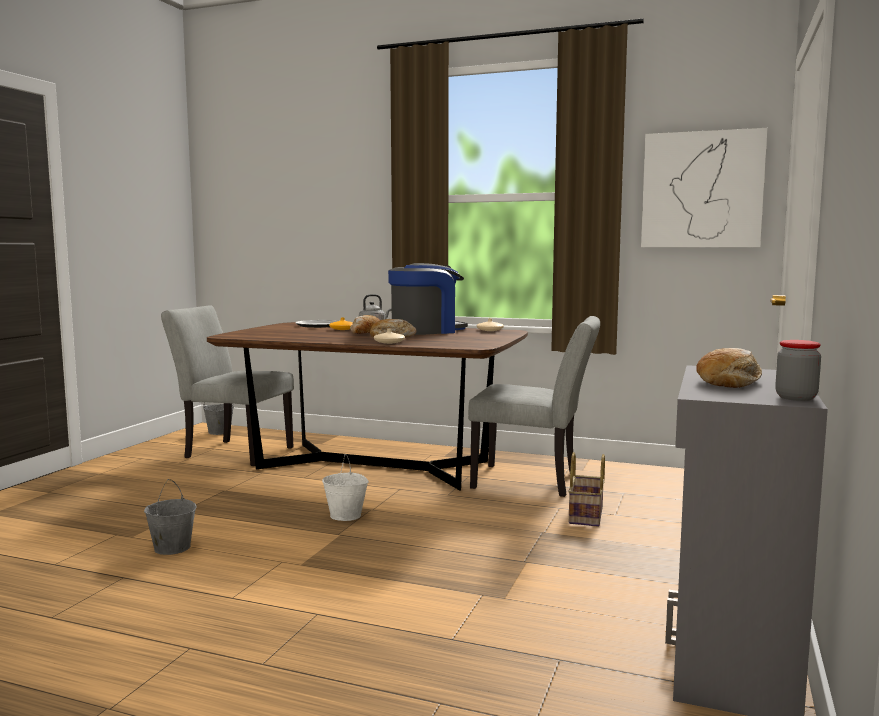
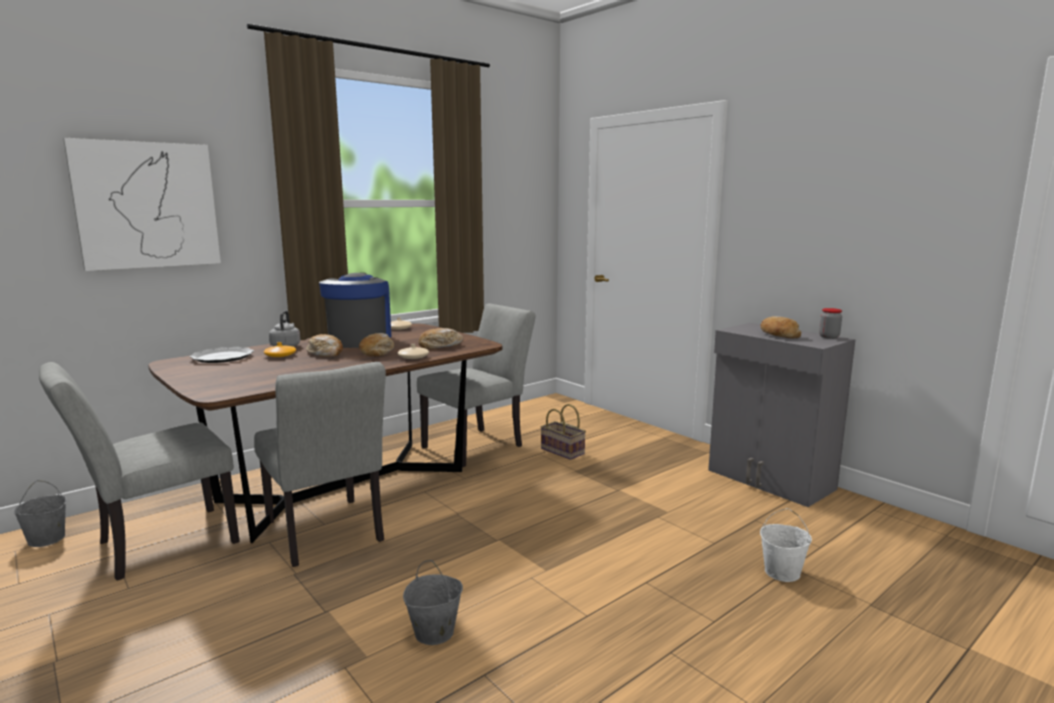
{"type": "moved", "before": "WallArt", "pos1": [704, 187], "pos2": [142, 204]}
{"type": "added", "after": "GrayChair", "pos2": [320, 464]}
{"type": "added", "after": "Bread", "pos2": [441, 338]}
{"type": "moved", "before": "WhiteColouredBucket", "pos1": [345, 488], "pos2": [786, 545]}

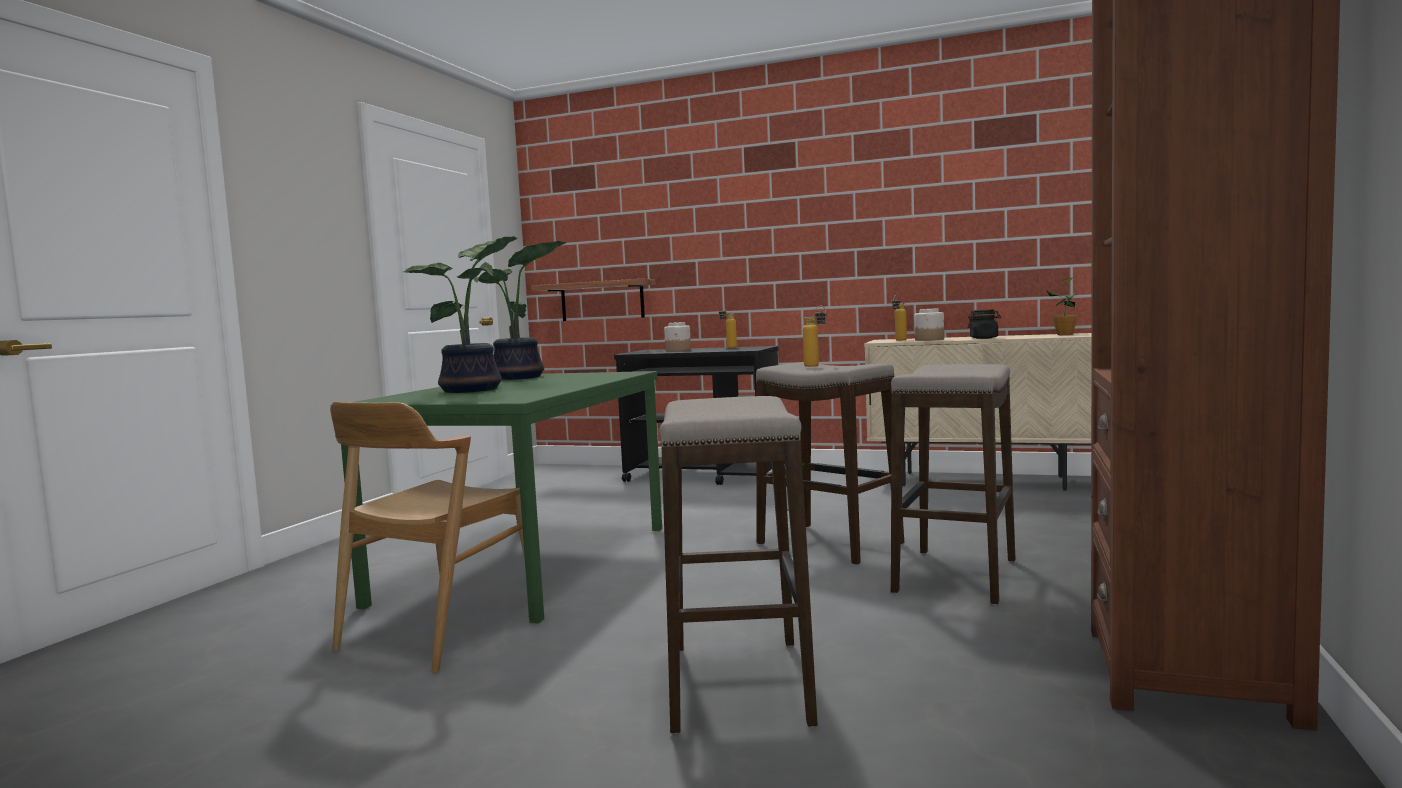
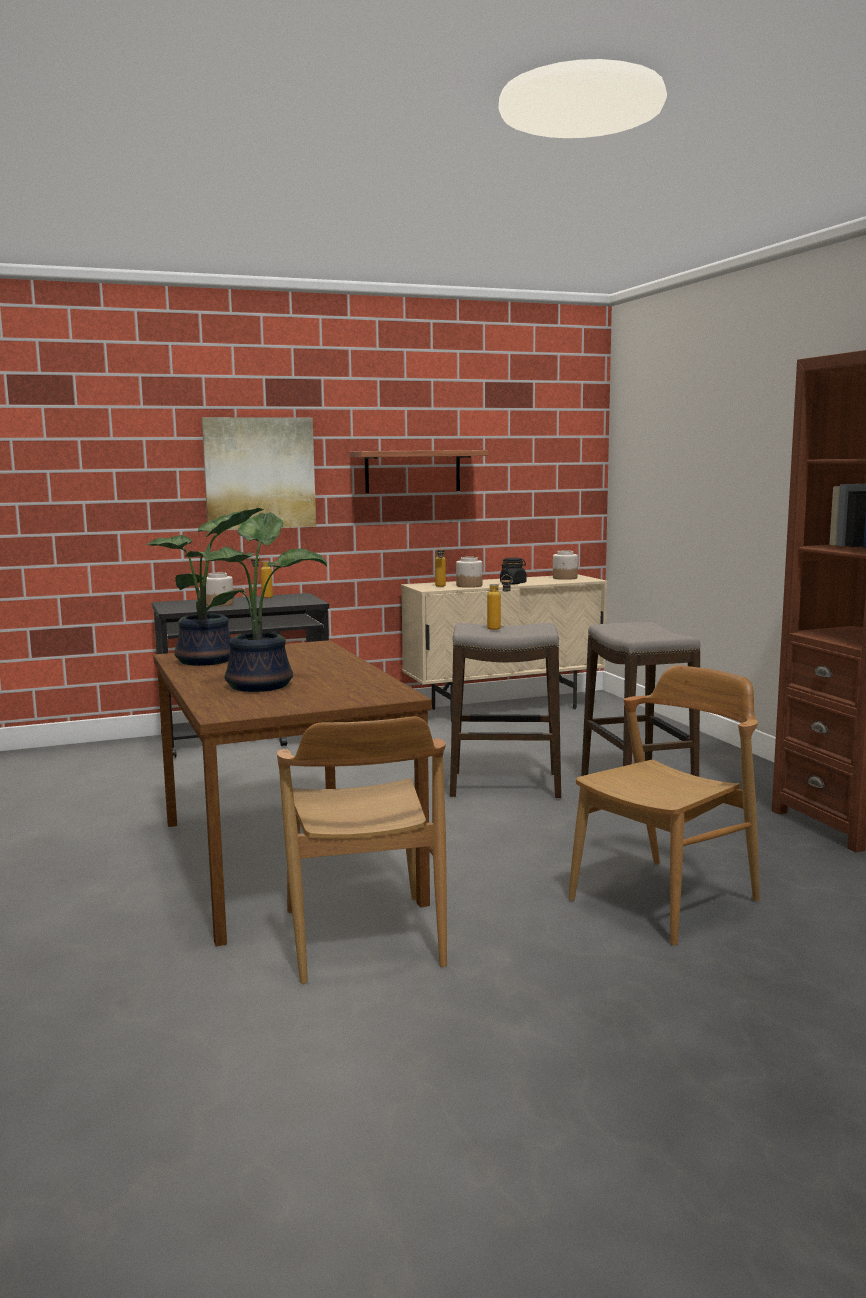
{"type": "recoloured", "before": "GreenKitchenTable", "after": "BrownColouredKitchenTable", "pos1": [501, 497], "pos2": [292, 793]}
{"type": "added", "after": "WallArt", "pos2": [259, 473]}
{"type": "moved", "before": "BracketShelf", "pos1": [593, 300], "pos2": [419, 471]}
{"type": "replaced", "before": "PlantInAPot", "after": "StorageJar", "pos1": [1062, 306], "pos2": [565, 565]}
{"type": "replaced", "before": "SittingStool", "after": "BrownColouredChair", "pos1": [738, 565], "pos2": [664, 805]}

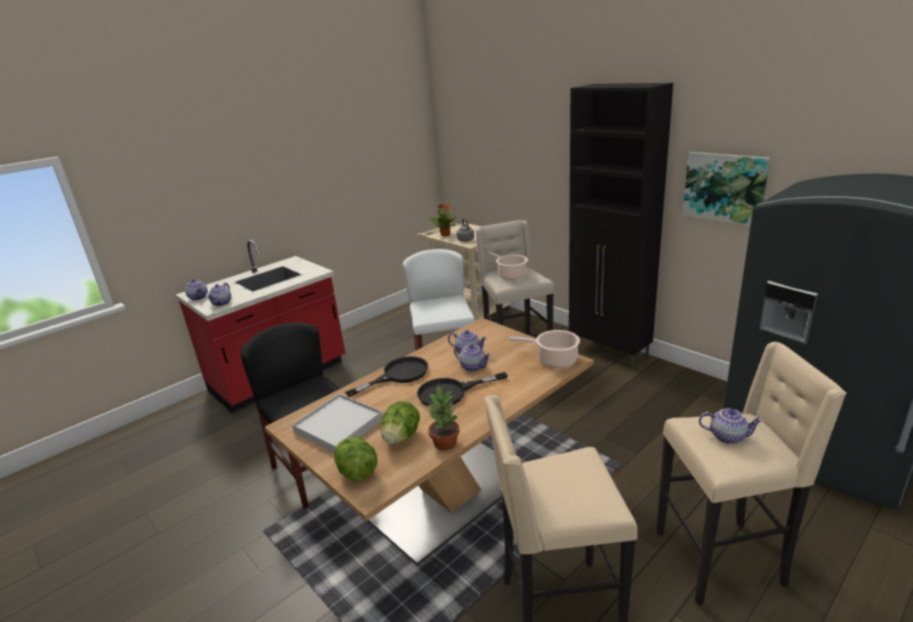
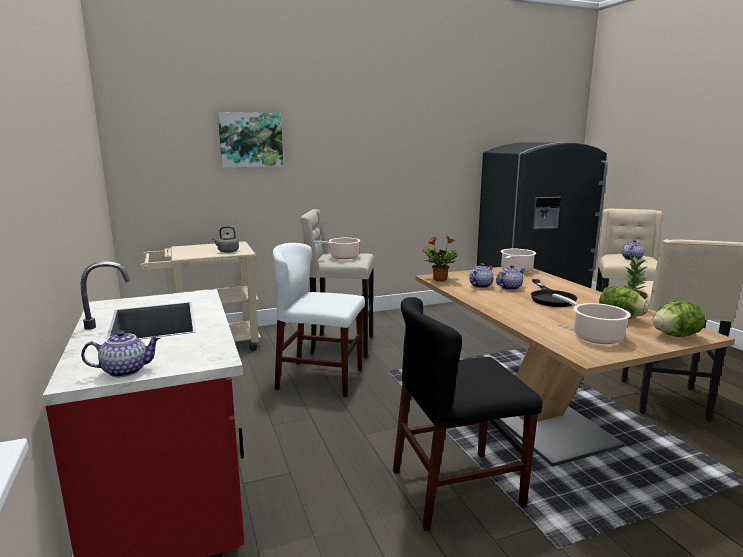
{"type": "moved", "before": "WallArt", "pos1": [726, 189], "pos2": [250, 140]}
{"type": "moved", "before": "PlantInAPot", "pos1": [443, 220], "pos2": [441, 258]}
{"type": "replaced", "before": "WhiteColouredTray", "after": "CookingPot", "pos1": [337, 423], "pos2": [591, 319]}
{"type": "removed", "before": "Teapot", "pos1": [219, 294]}
{"type": "removed", "before": "BlackPan", "pos1": [386, 376]}
{"type": "removed", "before": "BlackCabinet", "pos1": [621, 226]}

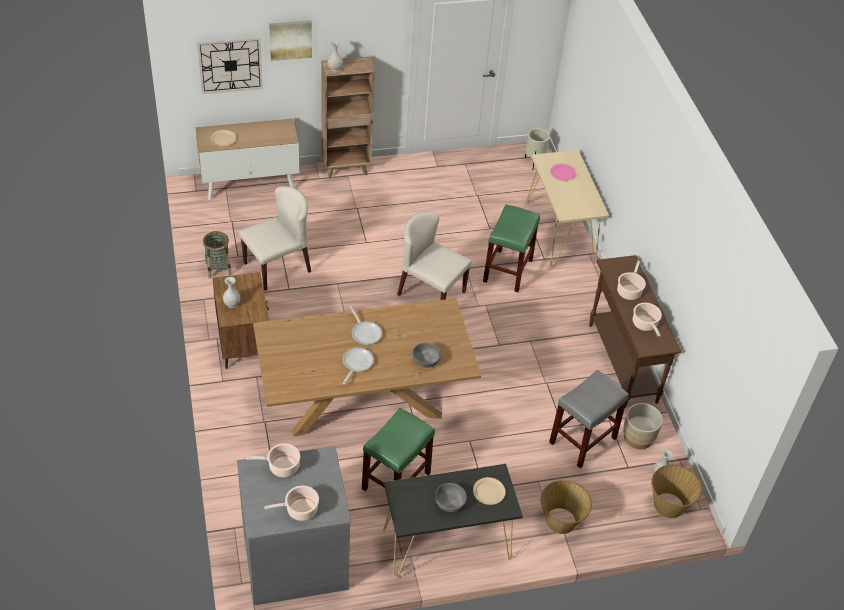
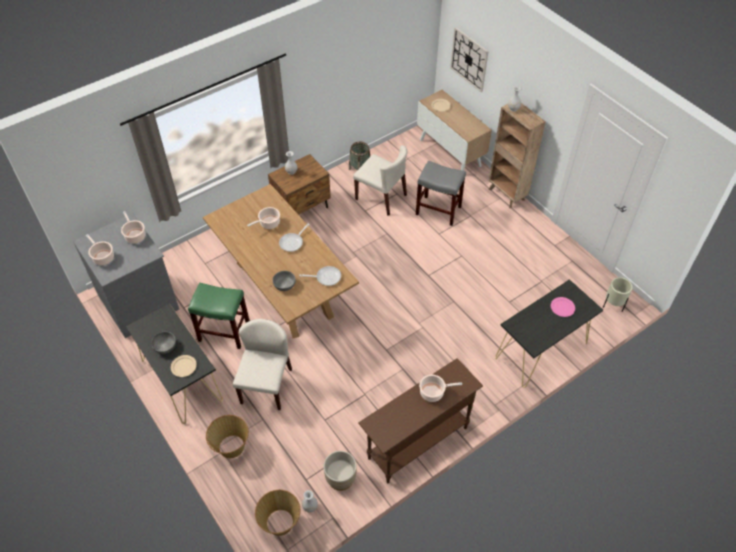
{"type": "moved", "before": "BeigeColouredChair", "pos1": [434, 255], "pos2": [262, 364]}
{"type": "moved", "before": "CookingPot", "pos1": [647, 319], "pos2": [263, 218]}
{"type": "moved", "before": "Pan", "pos1": [358, 366], "pos2": [320, 276]}
{"type": "moved", "before": "GraySittingStool", "pos1": [589, 419], "pos2": [441, 193]}
{"type": "recoloured", "before": "BeigeColouredConsoleTable", "after": "BlackConsoleTable", "pos1": [567, 209], "pos2": [549, 333]}
{"type": "removed", "before": "WallArt", "pos1": [290, 40]}
{"type": "removed", "before": "GreenSittingStool", "pos1": [511, 248]}

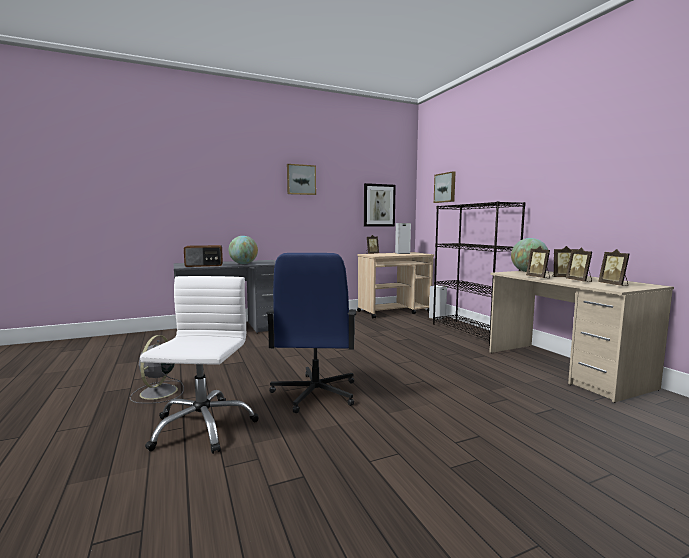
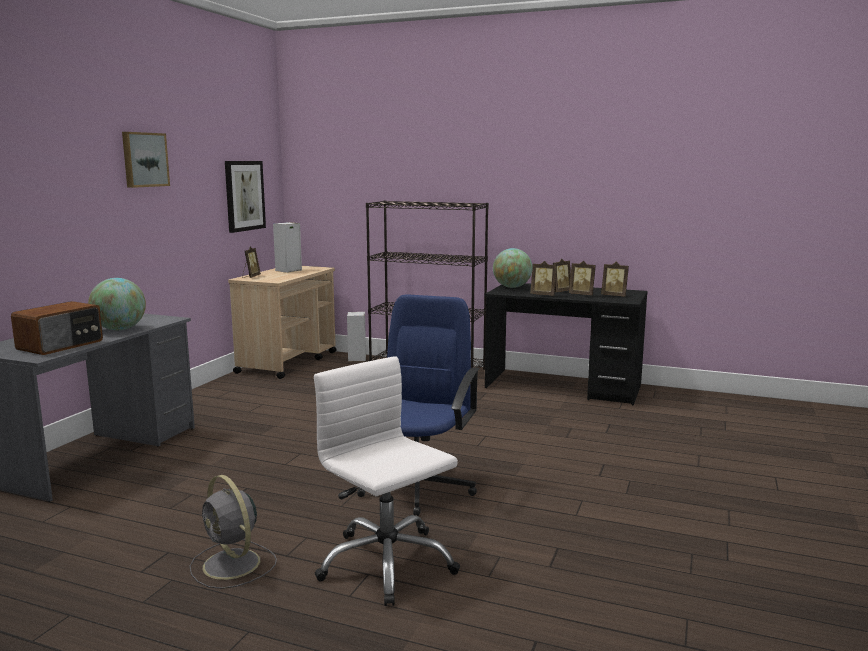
{"type": "turned", "before": "BluishComputerChair", "pos1": [311, 333], "pos2": [418, 405], "turn": -120}
{"type": "recoloured", "before": "BeigeColouredDeskUnit", "after": "BlackDeskUnit", "pos1": [581, 337], "pos2": [566, 344]}
{"type": "removed", "before": "WallArt", "pos1": [444, 187]}

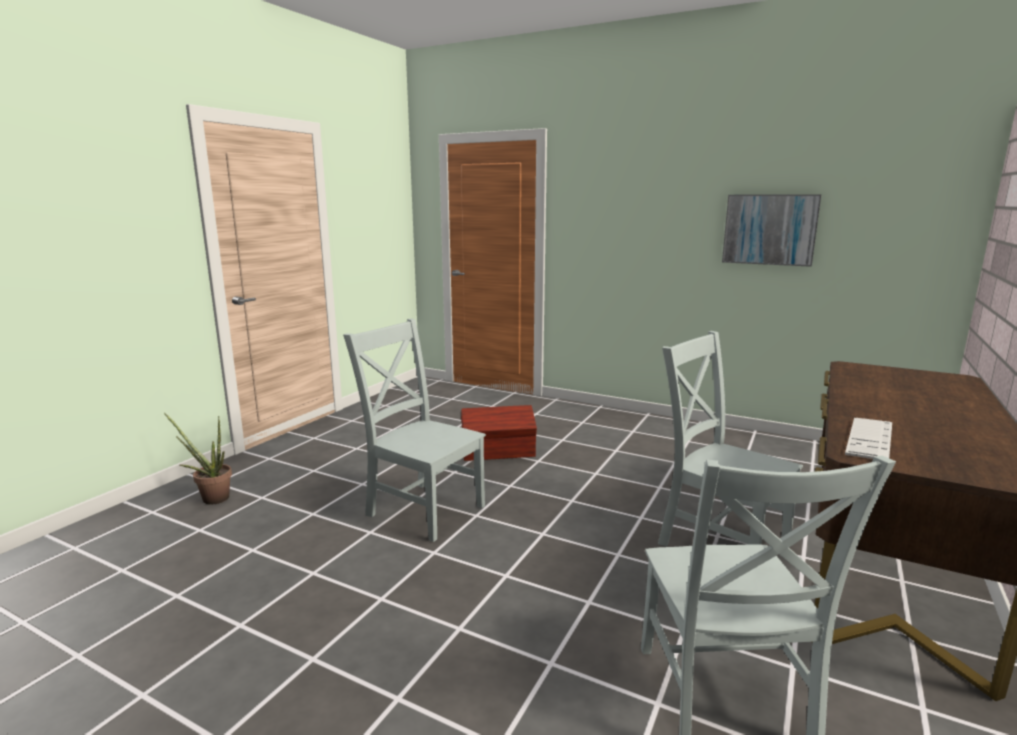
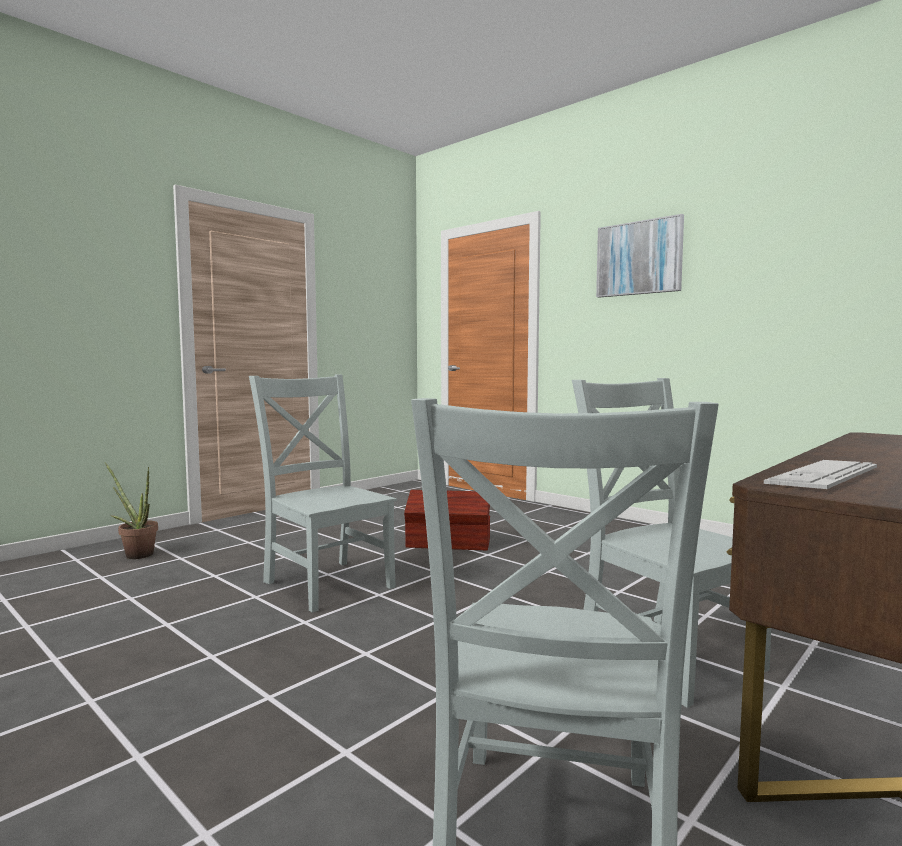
{"type": "moved", "before": "WallArt", "pos1": [772, 230], "pos2": [640, 256]}

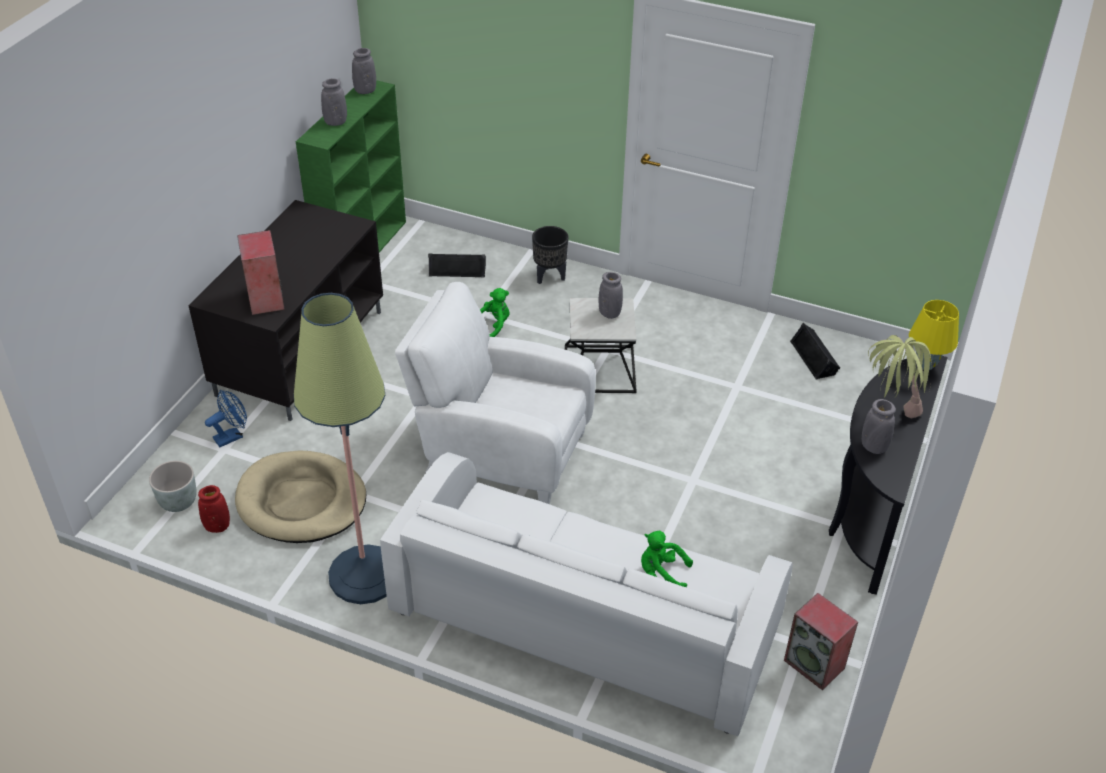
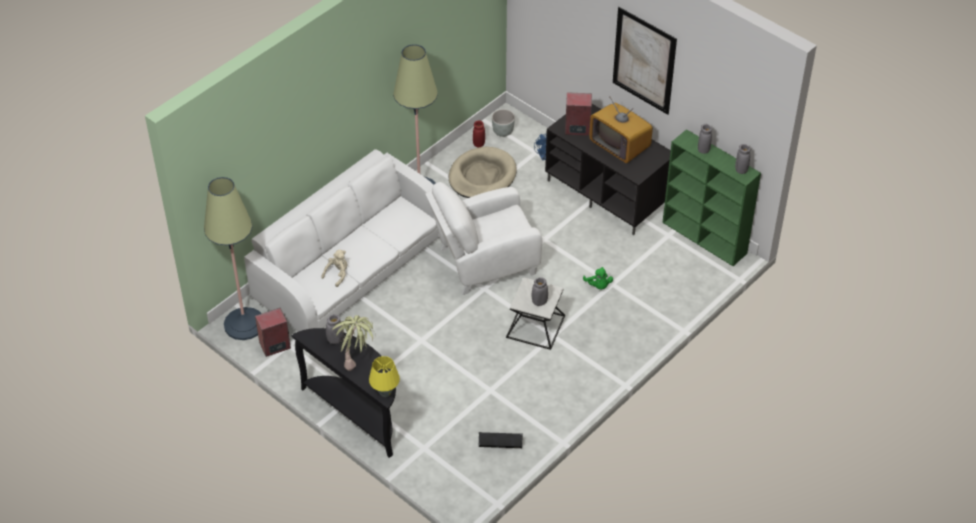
{"type": "added", "after": "StandingLamp", "pos2": [233, 258]}
{"type": "recoloured", "before": "GreenPlushToy", "after": "BeigeColouredPlushToy", "pos1": [667, 559], "pos2": [334, 268]}
{"type": "turned", "before": "WhiteColouredArmchair", "pos1": [495, 393], "pos2": [483, 238], "turn": -150}
{"type": "added", "after": "TvSet", "pos2": [621, 129]}
{"type": "added", "after": "WallArt", "pos2": [645, 61]}
{"type": "removed", "before": "BlackSpeaker", "pos1": [457, 265]}
{"type": "removed", "before": "BlackPlantPot", "pos1": [550, 255]}

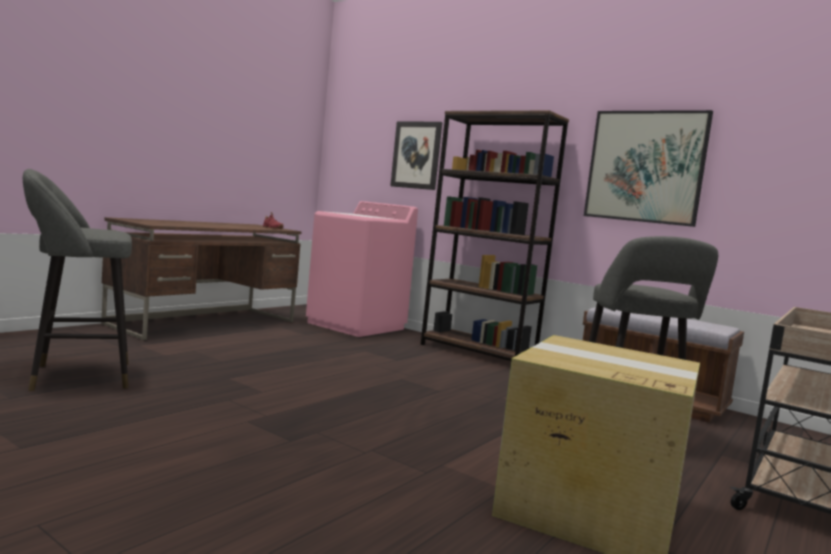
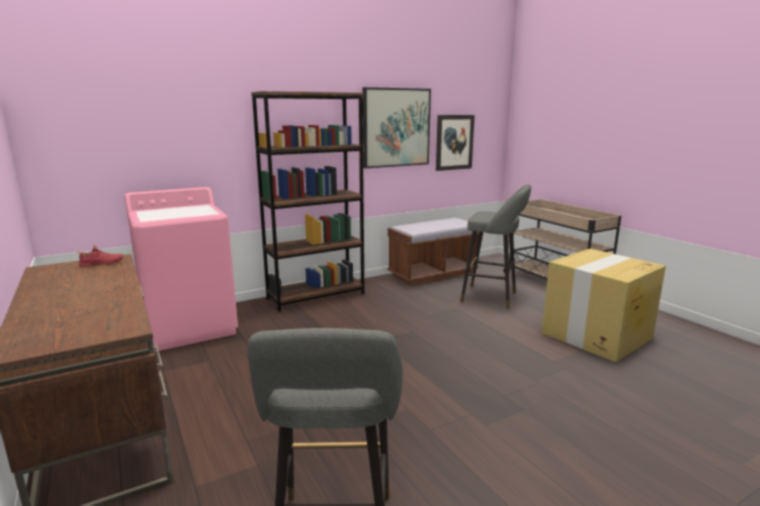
{"type": "moved", "before": "WallArt", "pos1": [416, 155], "pos2": [455, 143]}

